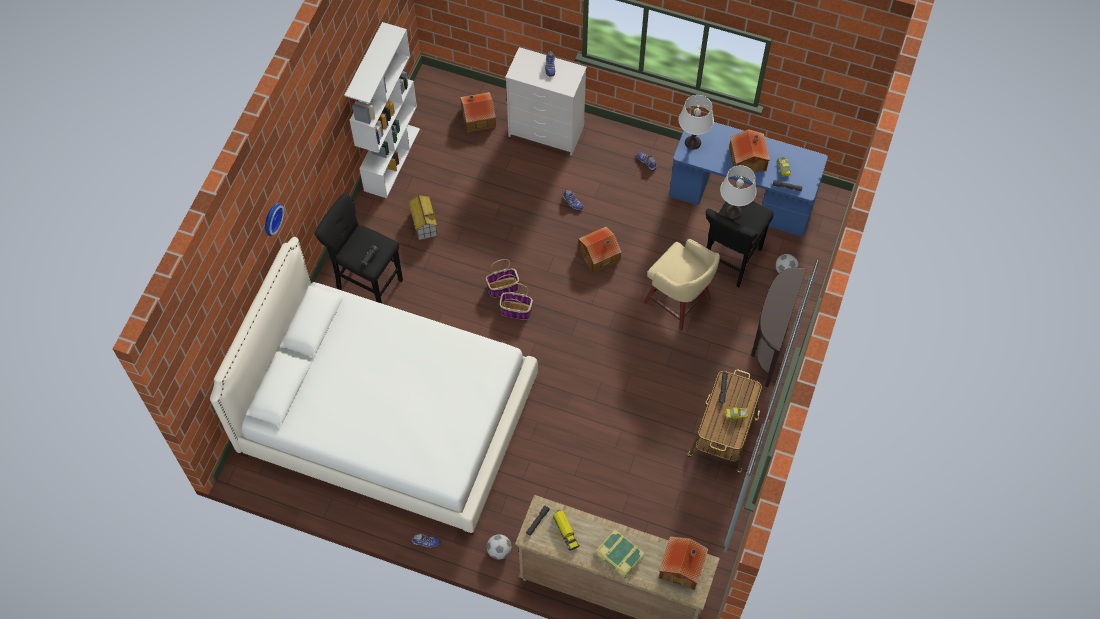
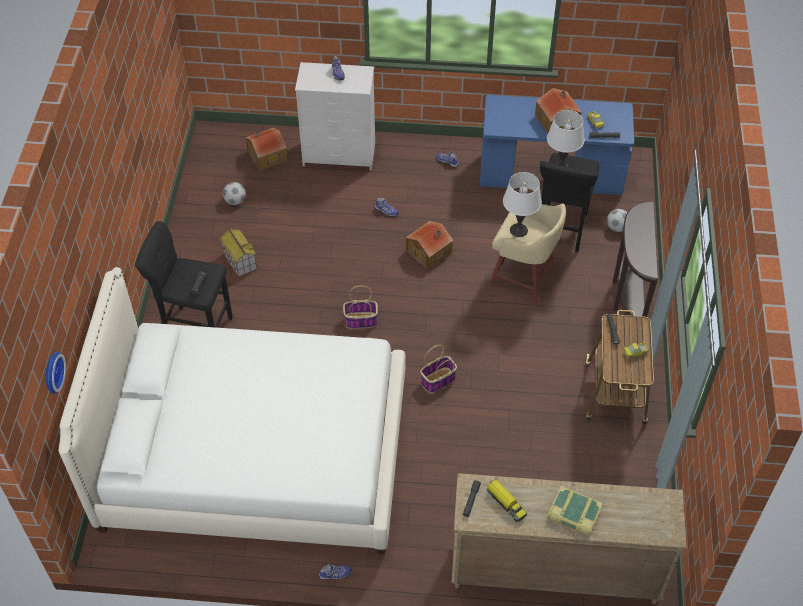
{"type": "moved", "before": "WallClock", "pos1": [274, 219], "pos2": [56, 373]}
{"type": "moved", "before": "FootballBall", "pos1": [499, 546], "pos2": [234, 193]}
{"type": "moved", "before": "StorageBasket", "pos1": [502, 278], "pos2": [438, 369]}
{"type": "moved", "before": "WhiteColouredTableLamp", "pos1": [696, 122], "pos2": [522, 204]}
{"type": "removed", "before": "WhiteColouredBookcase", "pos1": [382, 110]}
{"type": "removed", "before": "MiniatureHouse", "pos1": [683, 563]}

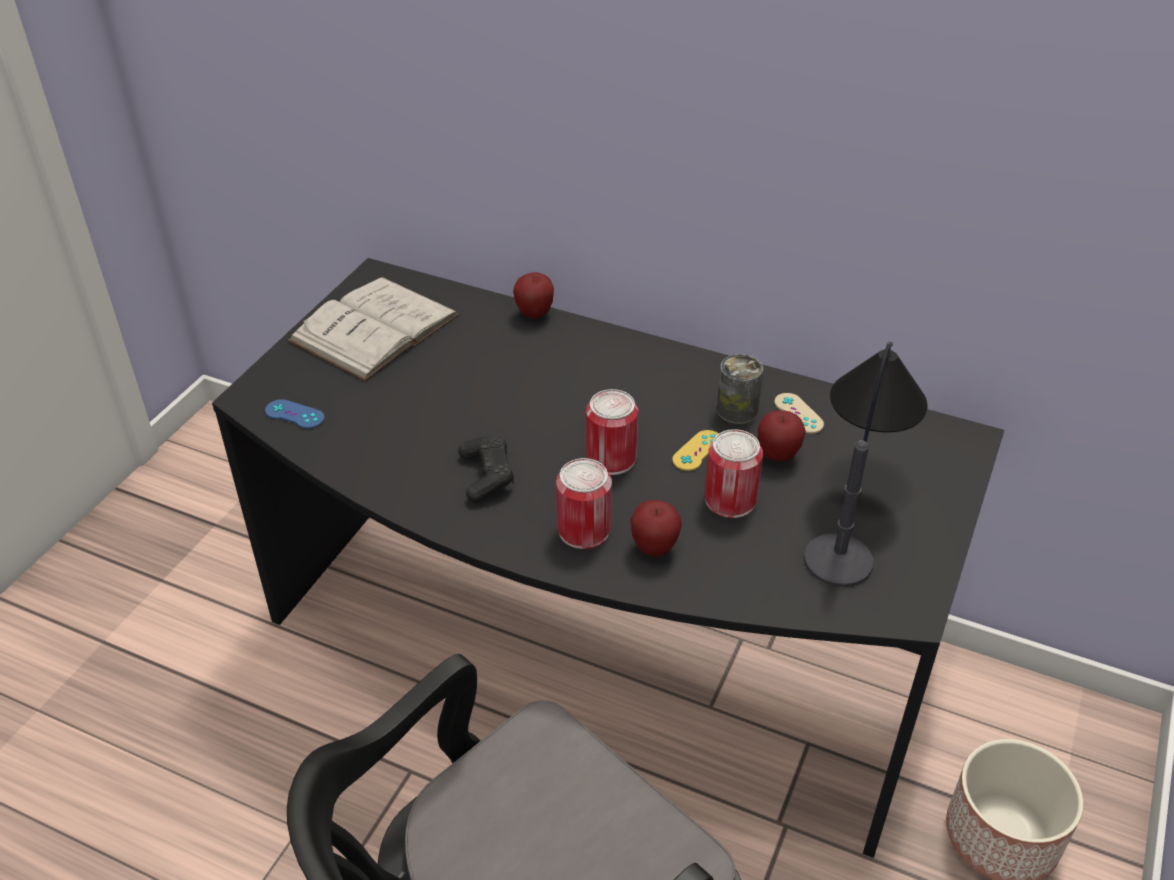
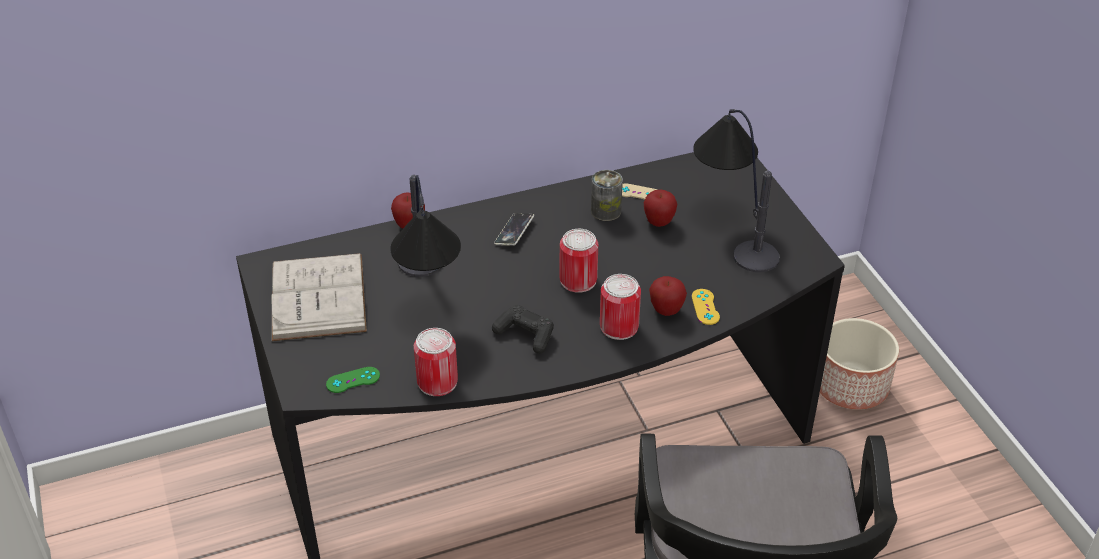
{"type": "recoloured", "before": "BluishGamepad", "after": "GreenGamepad", "pos1": [295, 414], "pos2": [353, 380]}
{"type": "added", "after": "TableLamp", "pos2": [425, 226]}
{"type": "moved", "before": "Can", "pos1": [734, 473], "pos2": [436, 362]}
{"type": "added", "after": "Phone", "pos2": [514, 229]}
{"type": "moved", "before": "YellowGamepad", "pos1": [695, 450], "pos2": [706, 307]}

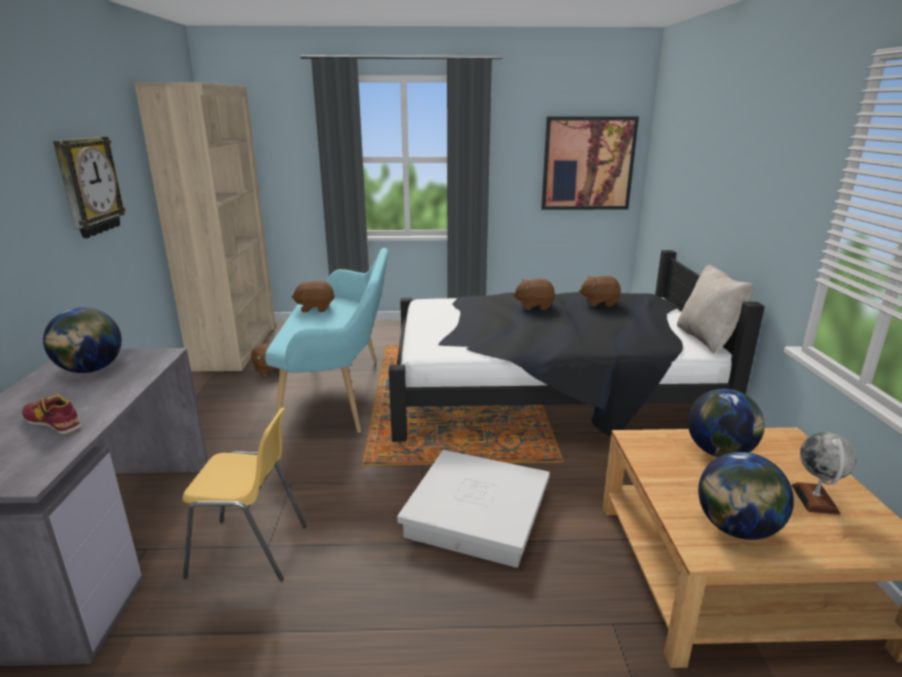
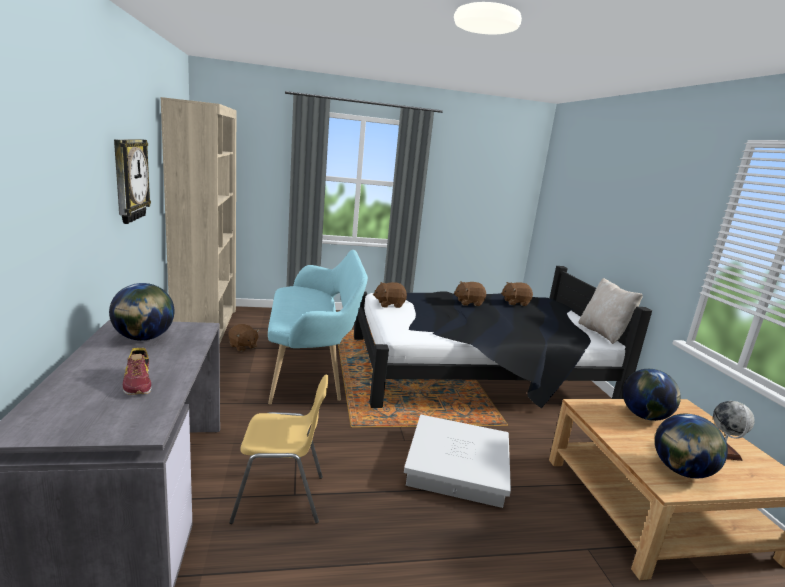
{"type": "turned", "before": "LowShoe", "pos1": [51, 414], "pos2": [137, 371], "turn": -135}
{"type": "moved", "before": "BrownColouredPlushToy", "pos1": [313, 296], "pos2": [390, 295]}
{"type": "removed", "before": "WallArt", "pos1": [590, 163]}

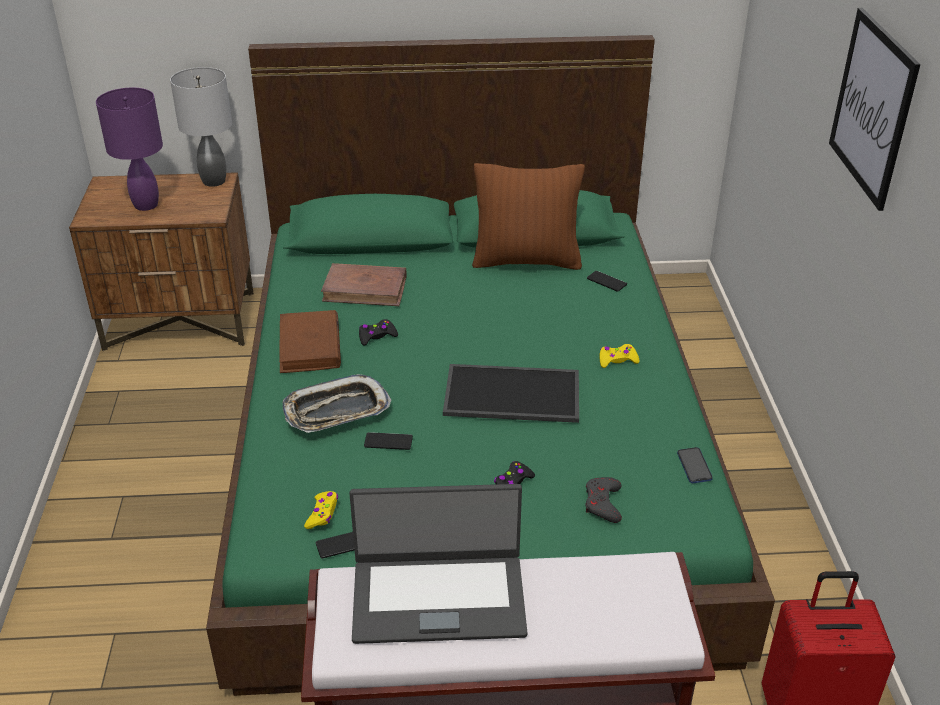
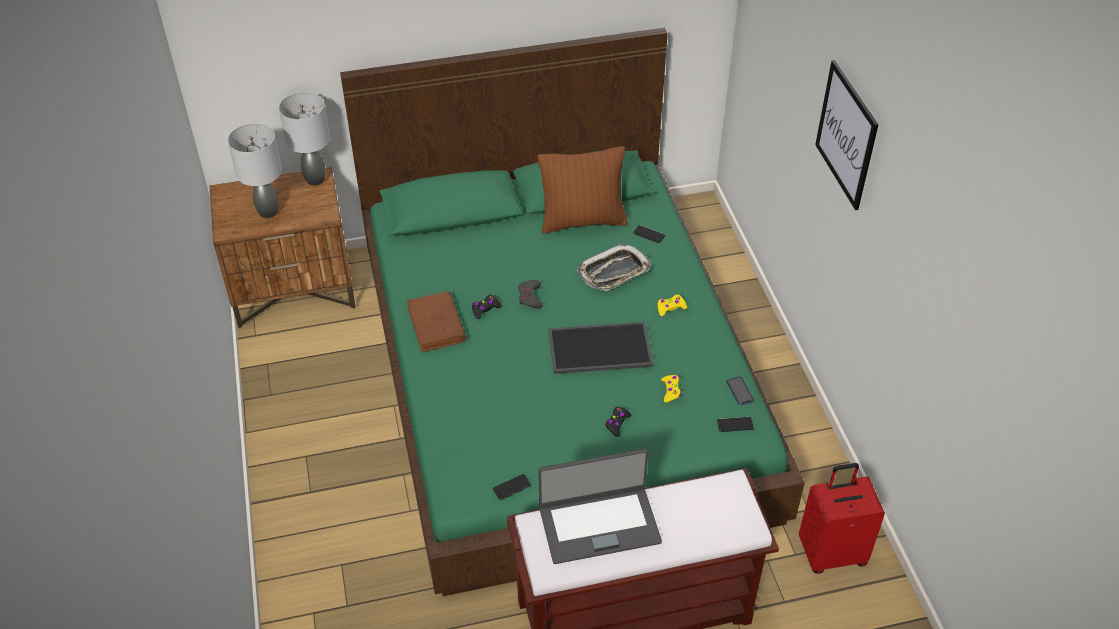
{"type": "recoloured", "before": "PurpleTableLamp", "after": "GrayTableLamp", "pos1": [129, 149], "pos2": [255, 170]}
{"type": "moved", "before": "GrayGamepad", "pos1": [603, 500], "pos2": [530, 294]}
{"type": "moved", "before": "Tray", "pos1": [337, 403], "pos2": [614, 267]}
{"type": "moved", "before": "YellowGamepad", "pos1": [321, 510], "pos2": [671, 389]}
{"type": "moved", "before": "Phone", "pos1": [388, 441], "pos2": [735, 424]}
{"type": "removed", "before": "BrownColouredVolume", "pos1": [364, 284]}

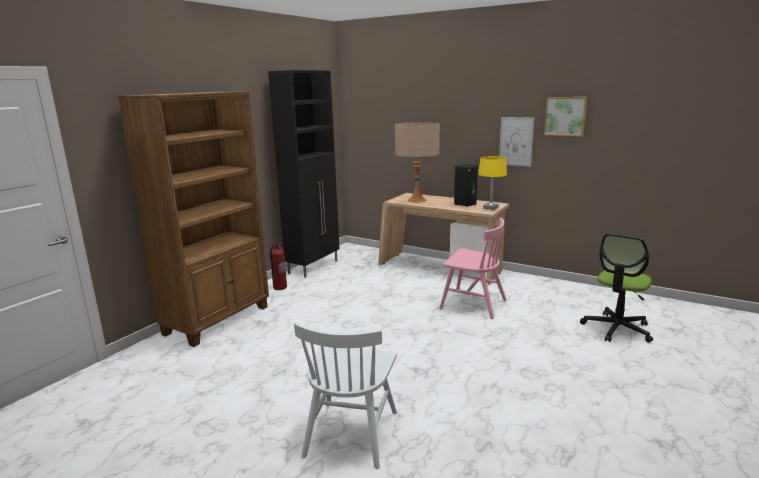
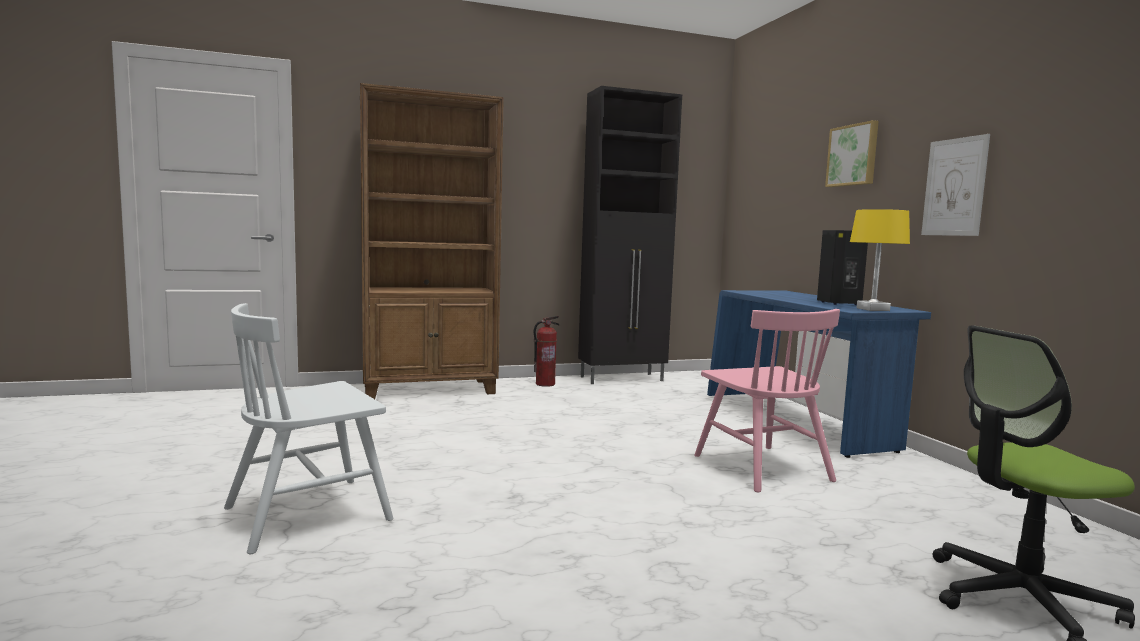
{"type": "recoloured", "before": "BeigeColouredDeskUnit", "after": "BluishDeskUnit", "pos1": [443, 238], "pos2": [819, 374]}
{"type": "moved", "before": "WallArt", "pos1": [565, 116], "pos2": [852, 153]}
{"type": "removed", "before": "BeigeColouredTableLamp", "pos1": [417, 162]}

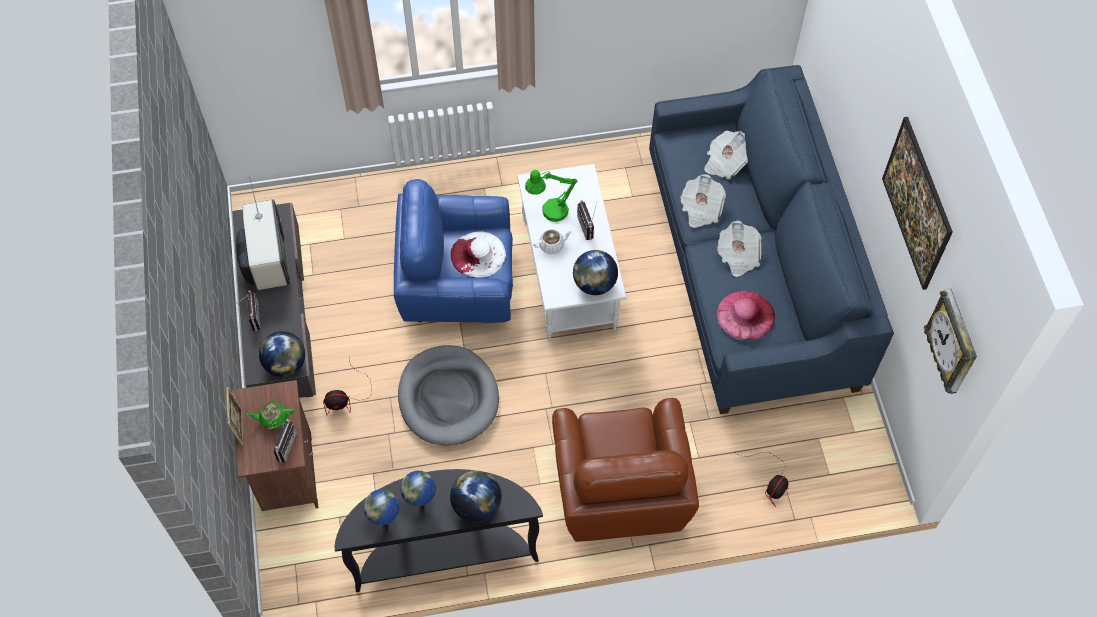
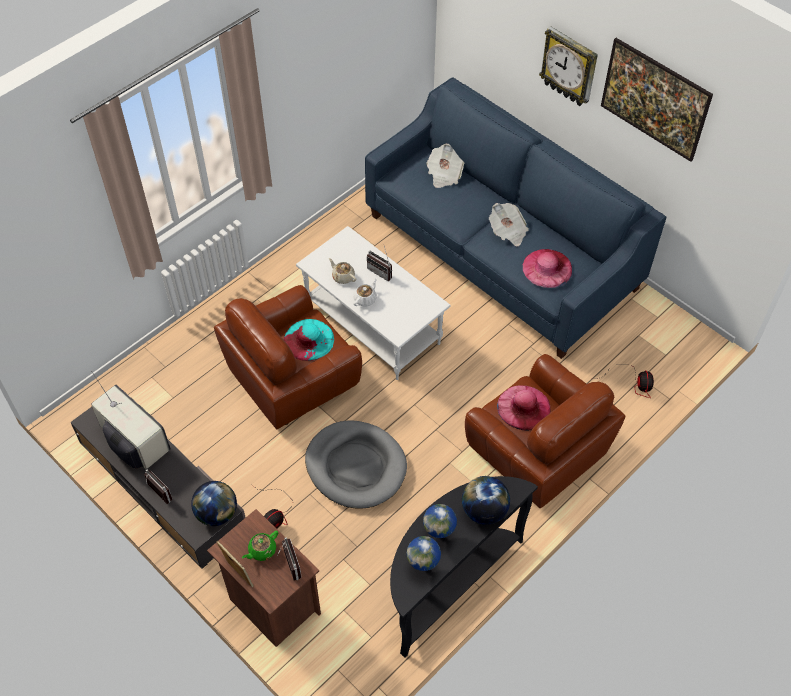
{"type": "recoloured", "before": "BluishArmchair", "after": "BrownColouredArmchair", "pos1": [453, 251], "pos2": [288, 357]}
{"type": "recoloured", "before": "WhiteColouredClothingHat", "after": "TurquoiseColouredClothingHat", "pos1": [478, 254], "pos2": [309, 340]}
{"type": "replaced", "before": "GreenTableLamp", "after": "BeigeColouredTeapot", "pos1": [551, 196], "pos2": [342, 271]}
{"type": "added", "after": "PinkClothingHat", "pos2": [524, 408]}
{"type": "moved", "before": "WallClock", "pos1": [950, 341], "pos2": [568, 66]}
{"type": "removed", "before": "DeskGlobe", "pos1": [595, 272]}
{"type": "removed", "before": "Newspaper", "pos1": [703, 201]}

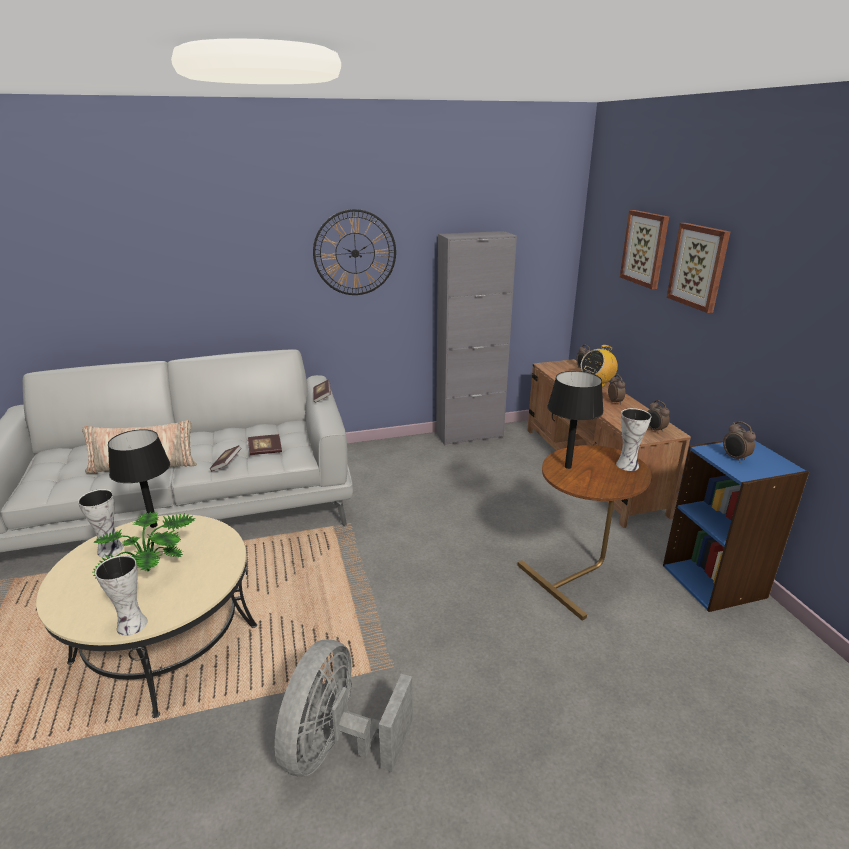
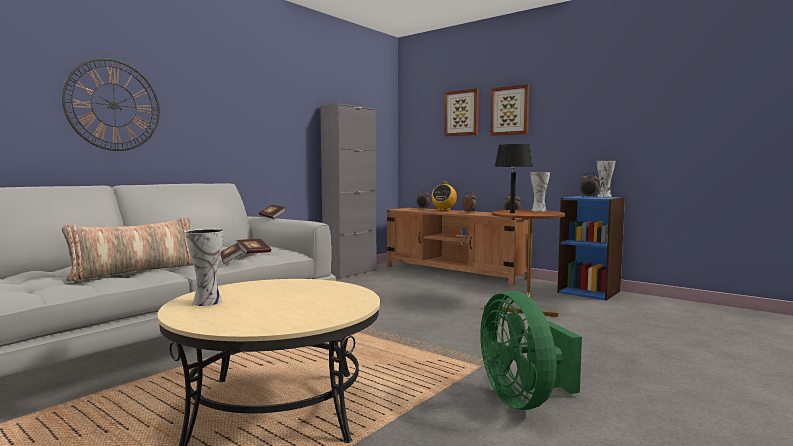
{"type": "moved", "before": "WallClock", "pos1": [354, 252], "pos2": [111, 104]}
{"type": "recoloured", "before": "GrayFan", "after": "GreenFan", "pos1": [344, 708], "pos2": [531, 350]}
{"type": "moved", "before": "FlowerVase", "pos1": [121, 595], "pos2": [606, 179]}
{"type": "removed", "before": "PlantInAPot", "pos1": [144, 545]}
{"type": "removed", "before": "BlackTableLamp", "pos1": [139, 478]}

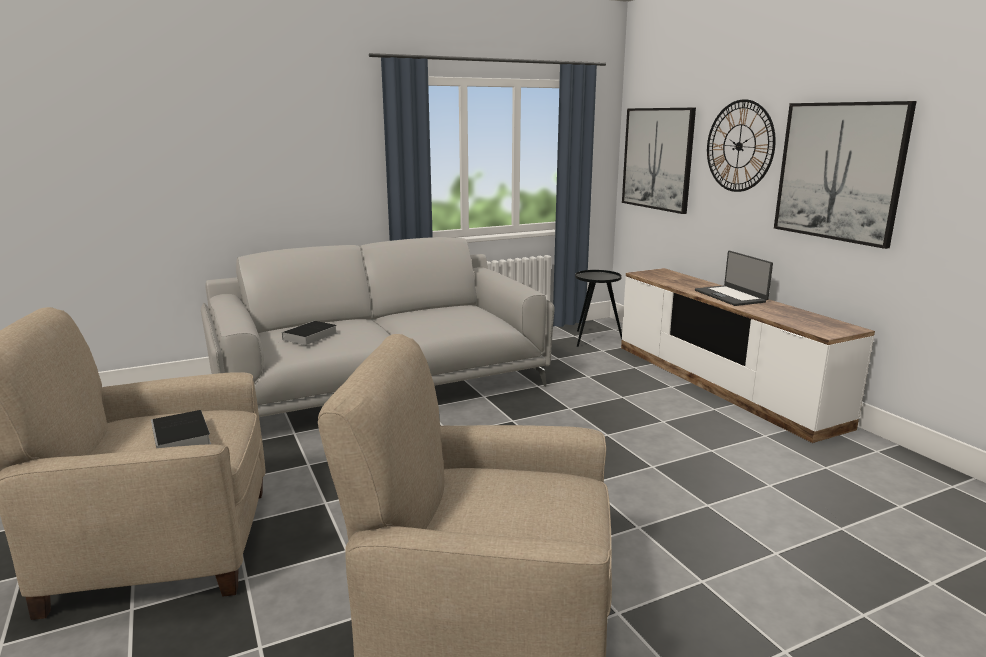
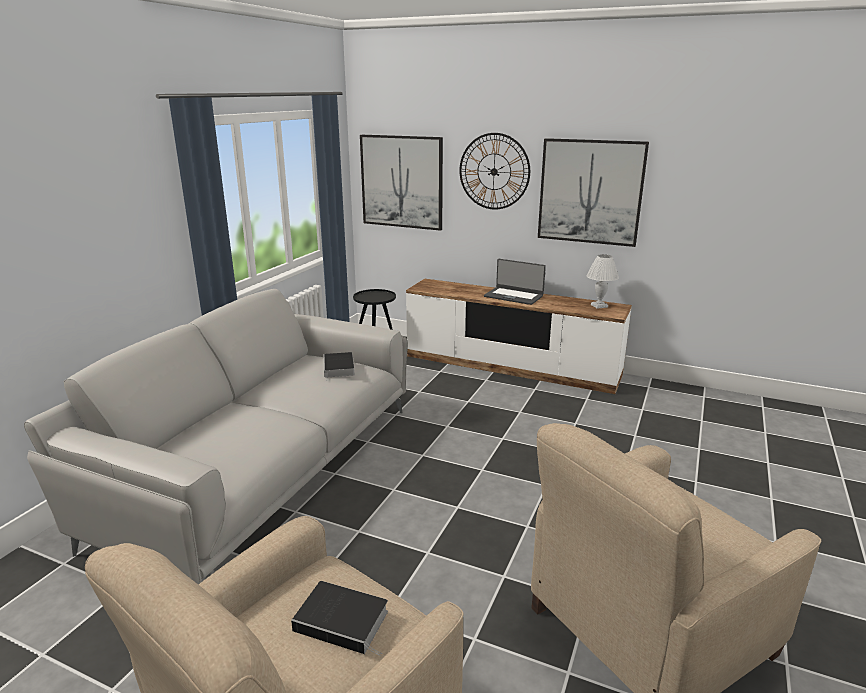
{"type": "moved", "before": "Volume", "pos1": [307, 333], "pos2": [339, 366]}
{"type": "added", "after": "WhiteColouredTableLamp", "pos2": [602, 281]}

